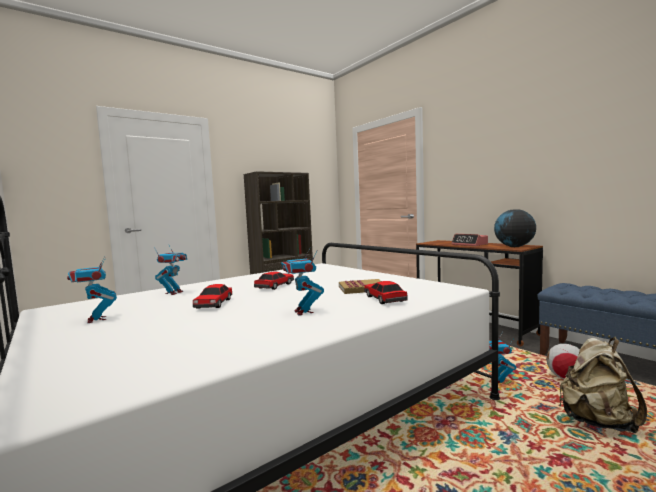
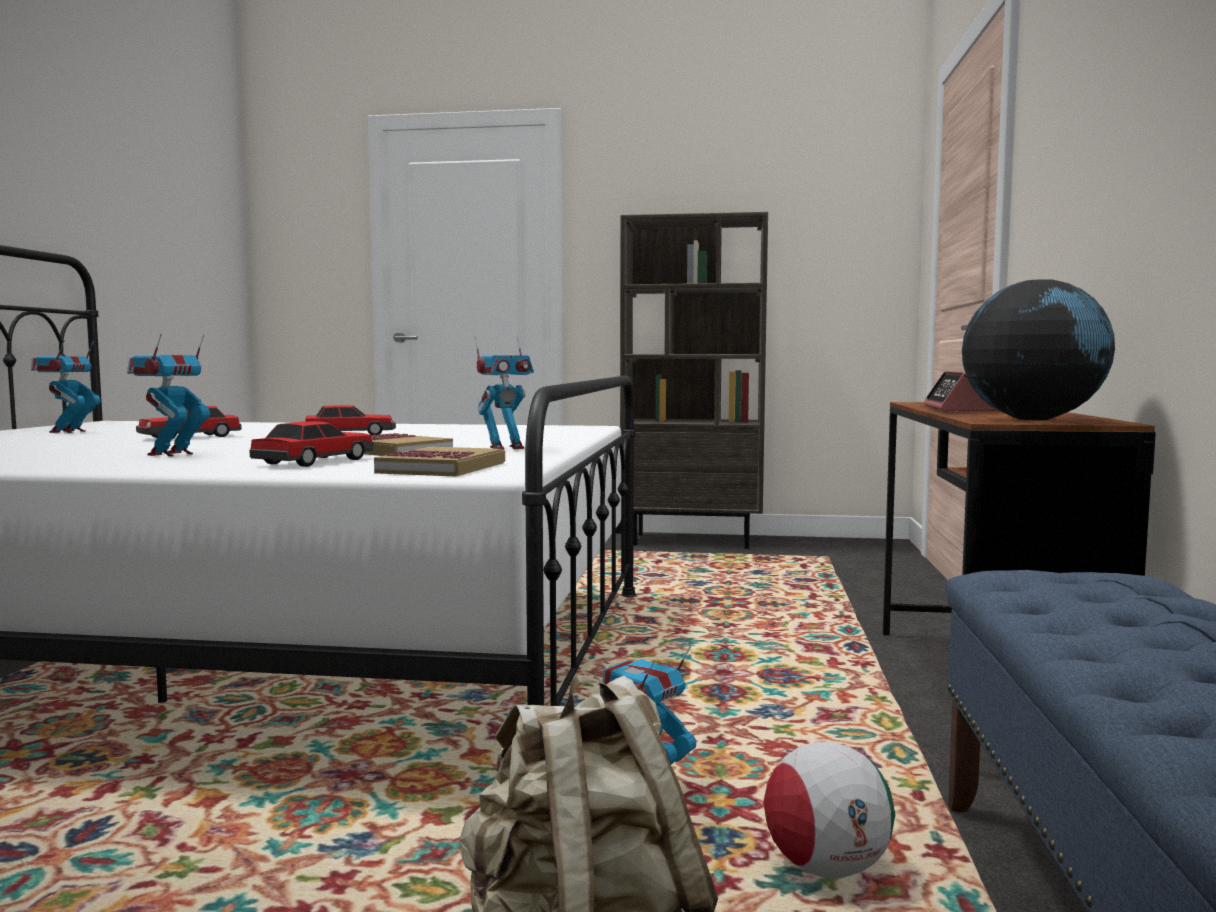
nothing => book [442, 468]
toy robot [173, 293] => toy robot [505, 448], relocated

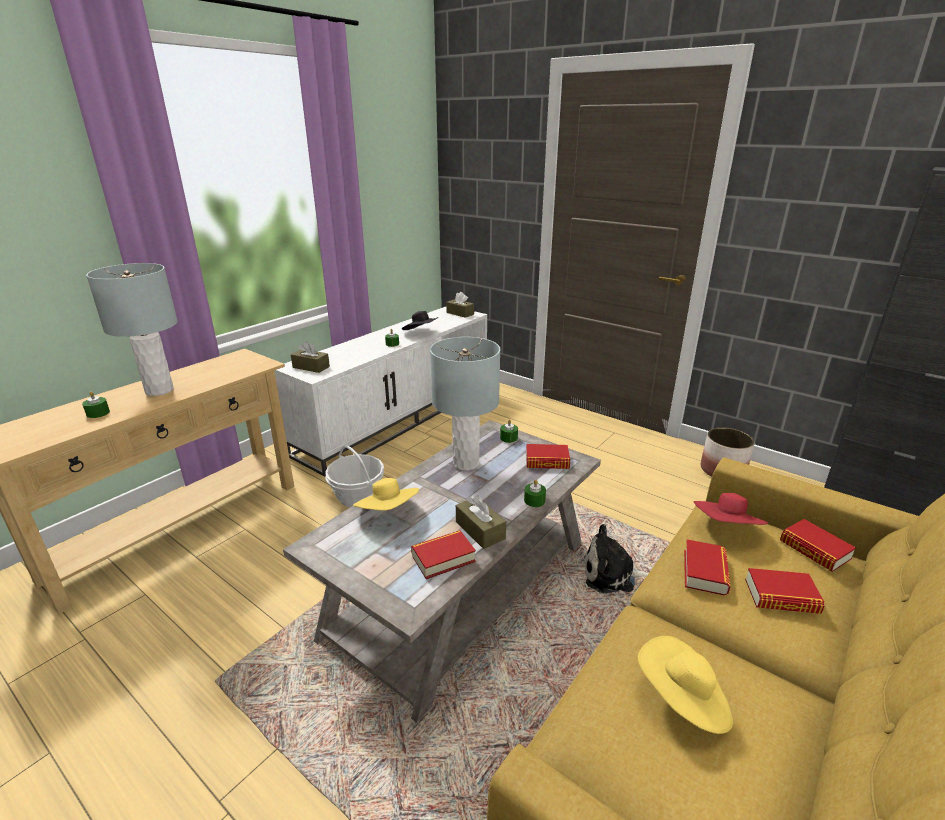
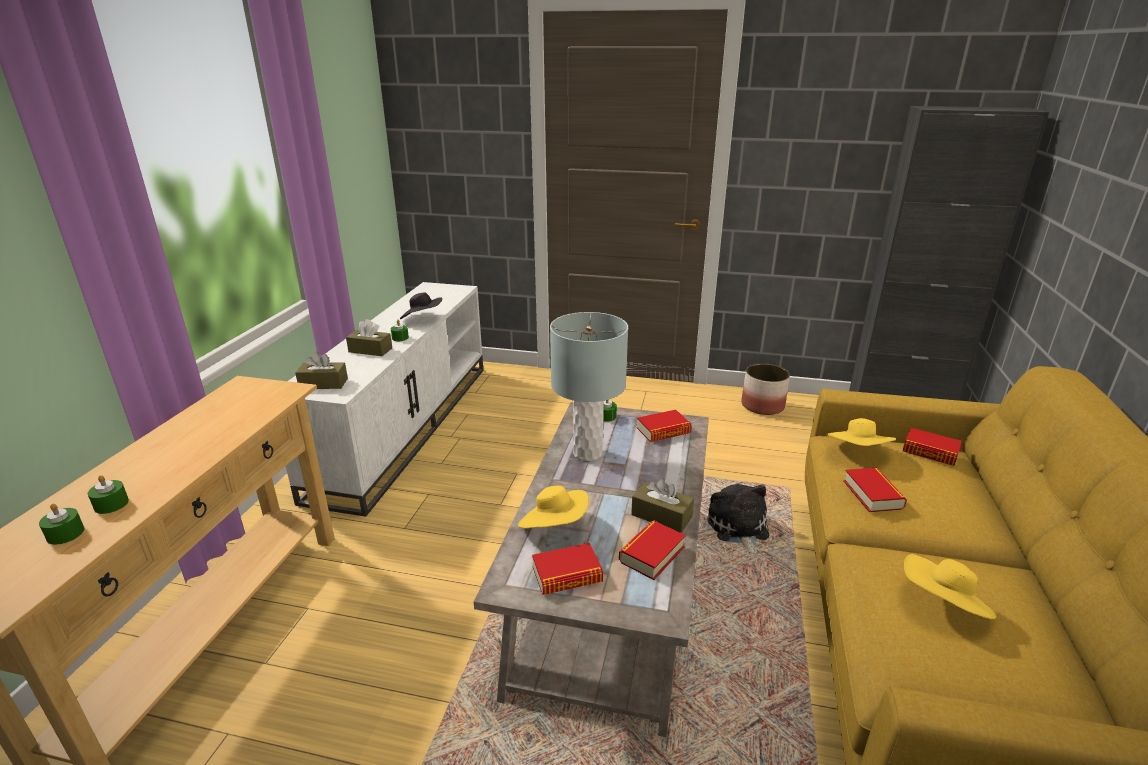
candle/green [534, 500] => candle/green [65, 534], relocated
tissue box/brown [460, 313] => tissue box/brown [370, 350], relocated
book [781, 597] => book [567, 575], relocated
plush toy [612, 574] => plush toy [738, 529], 105 degrees clockwise
hat/red [726, 528] => hat/yellow [857, 452]
table lamp/grey [159, 390] => nothing
basket [357, 496] => nothing

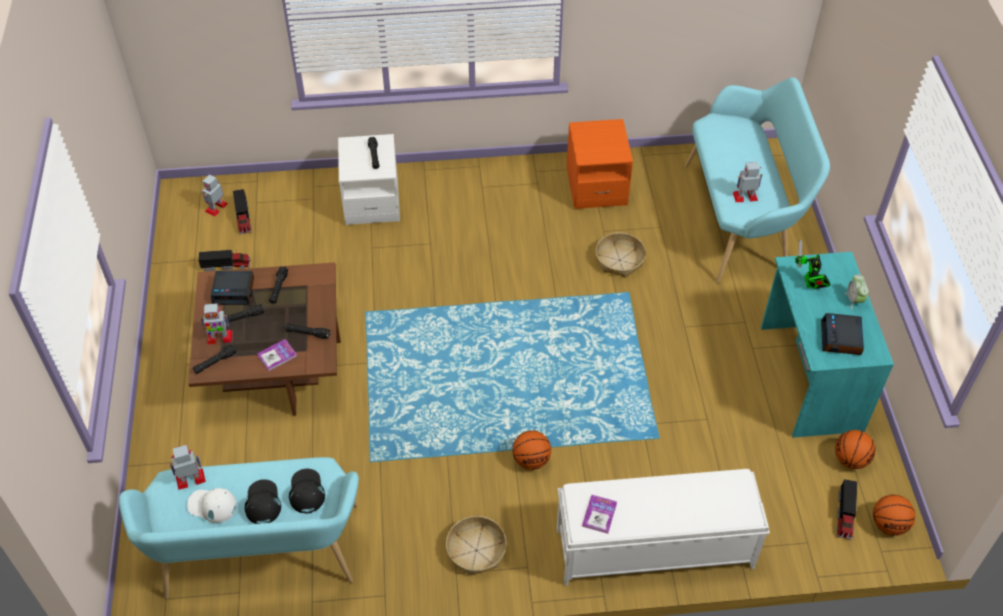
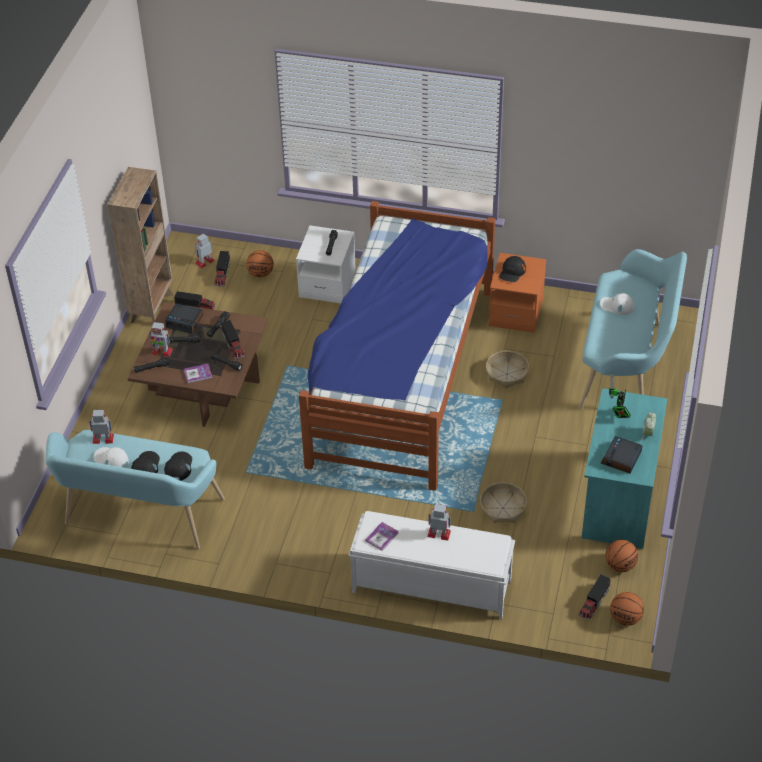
nothing => bookcase/brown [152, 307]
nothing => toy truck [233, 345]
basketball [531, 460] => basketball [260, 274], relocated
nothing => bed [401, 375]
toy robot [745, 196] => toy robot [439, 533], relocated
basket [476, 550] => basket [503, 508], relocated
nothing => cap/black [512, 272]
nothing => cap/white [617, 306]

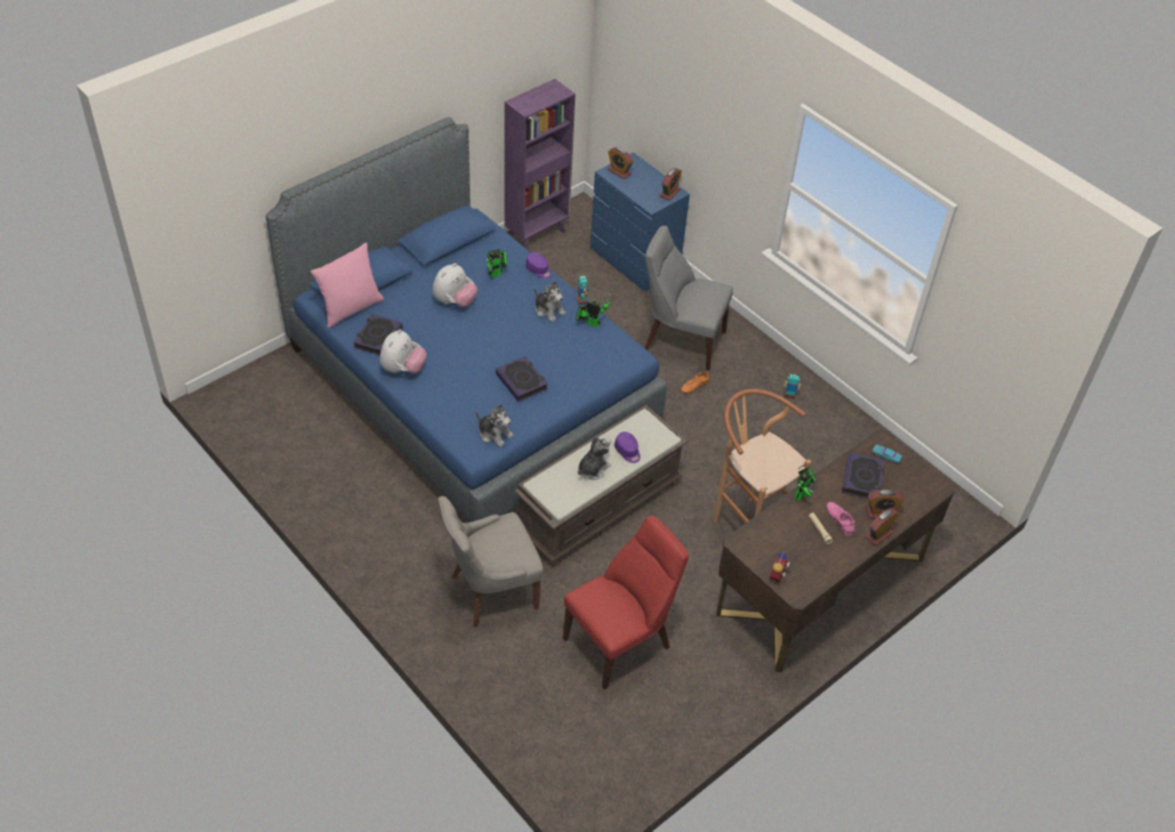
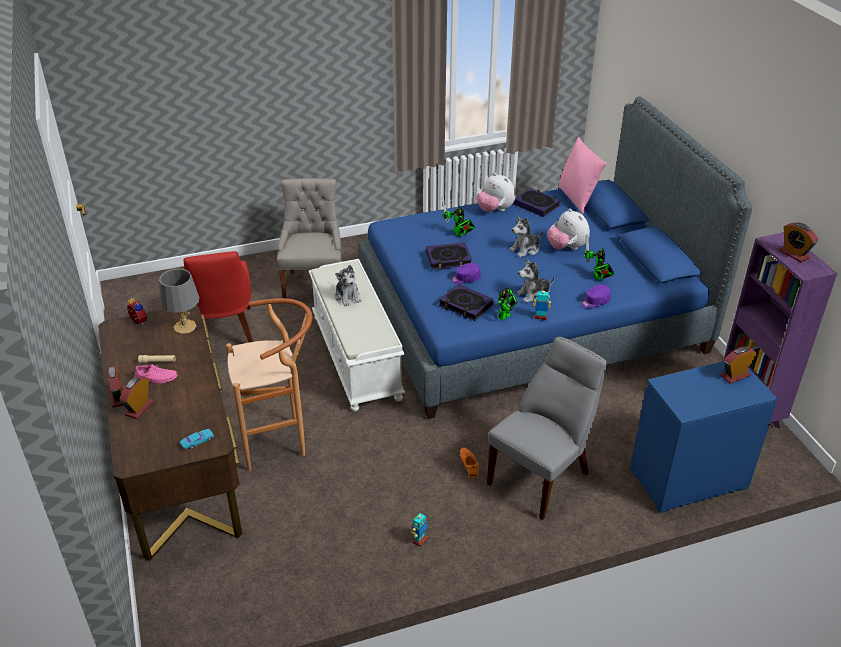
nothing => table lamp/grey [185, 326]
bench/brown [599, 506] => bench/white [357, 357]
book [862, 479] => book [465, 305], relocated
toy robot [802, 494] => toy robot [459, 234], relocated
cap/purple [628, 451] => cap/purple [465, 279], relocated
plush toy [494, 434] => plush toy [525, 249], relocated
alarm clock [669, 193] => alarm clock [794, 254], relocated

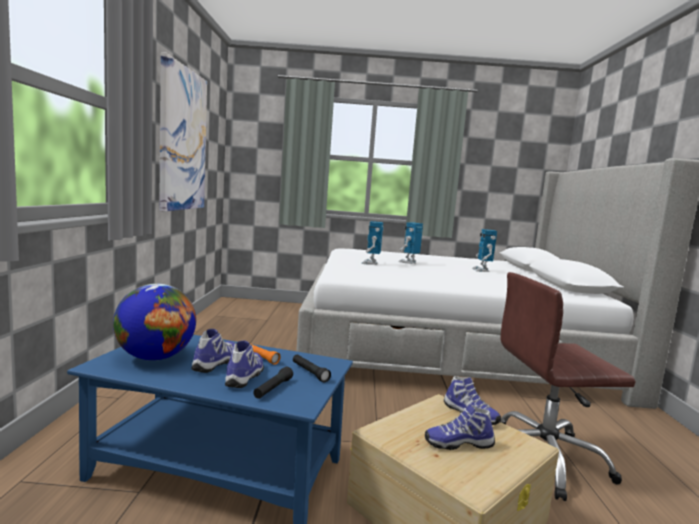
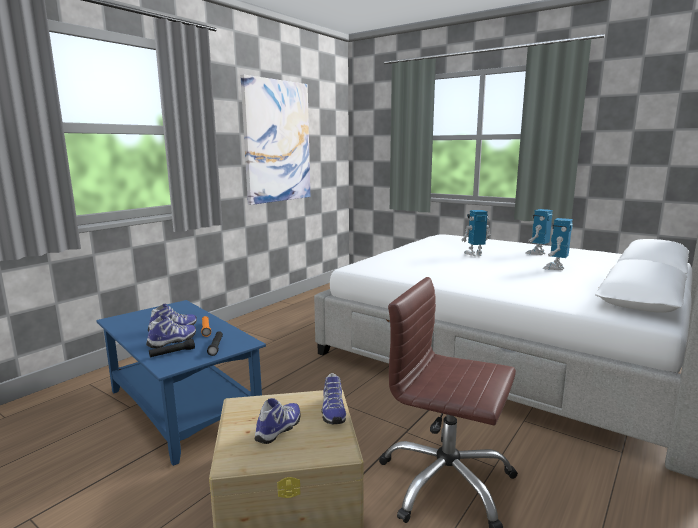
shoe [458, 443] => shoe [280, 429], 90 degrees clockwise
toy robot [371, 263] => toy robot [537, 253], relocated
globe [155, 357] => nothing

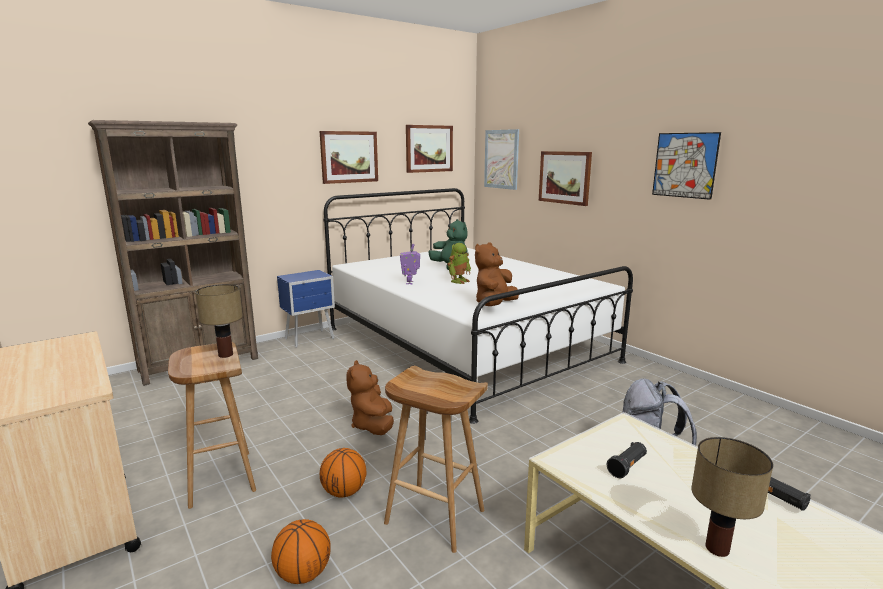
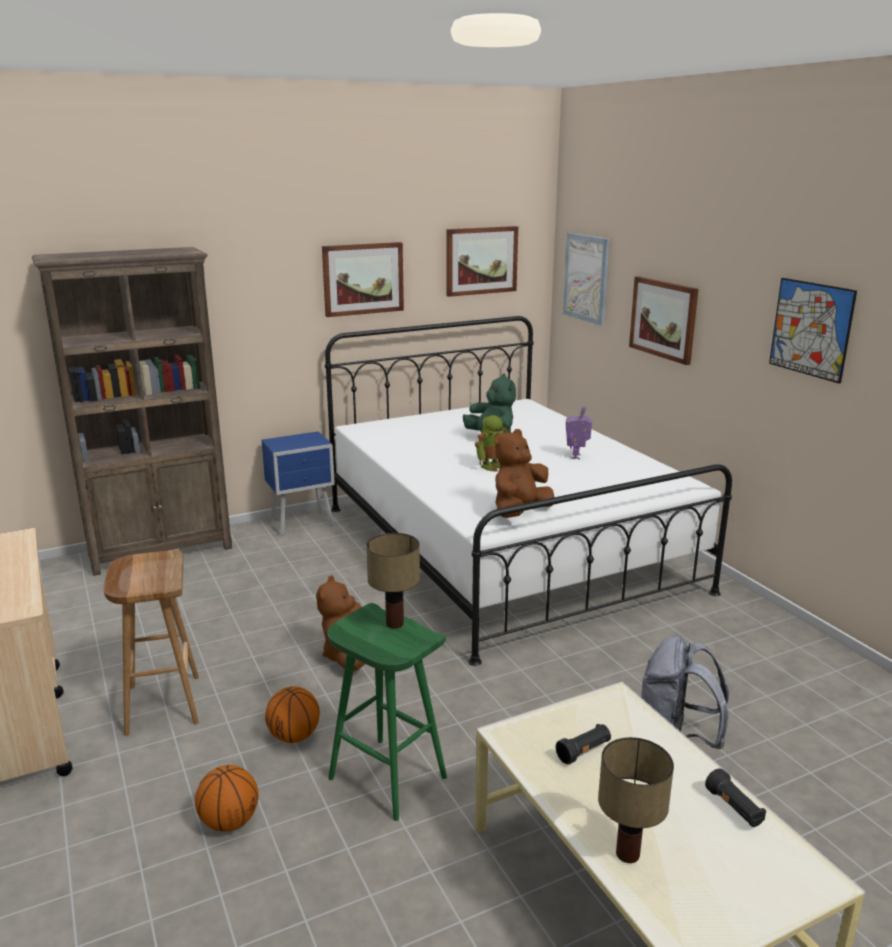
stool/brown [433, 517] => stool/green [385, 777]
table lamp [225, 355] => table lamp [393, 623], relocated
toy robot [410, 283] => toy robot [576, 456], relocated

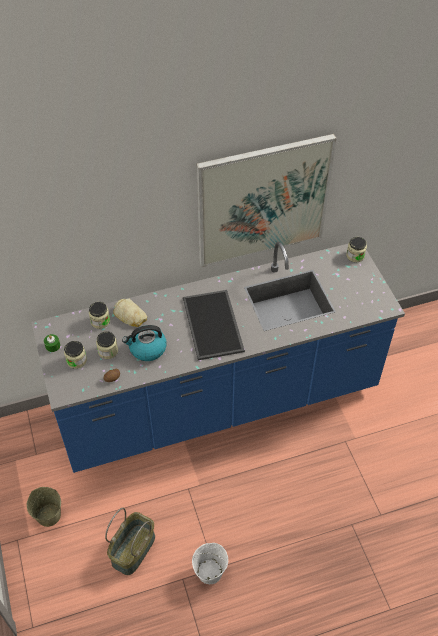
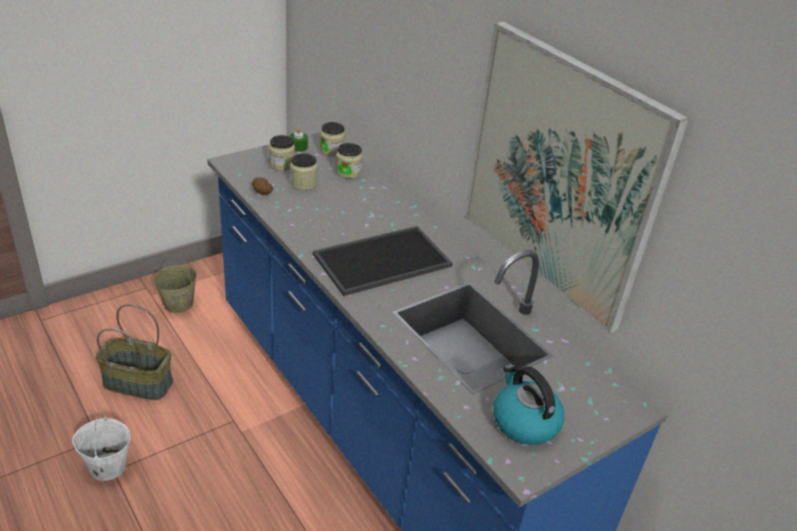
jar [355, 256] => jar [332, 150], relocated
kettle [147, 349] => kettle [524, 422], relocated
bread [130, 316] => nothing

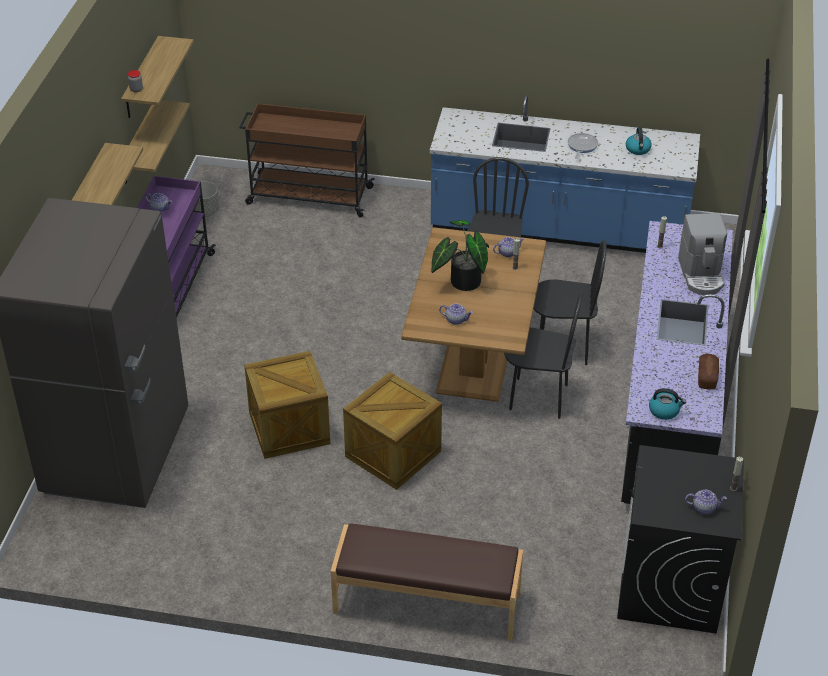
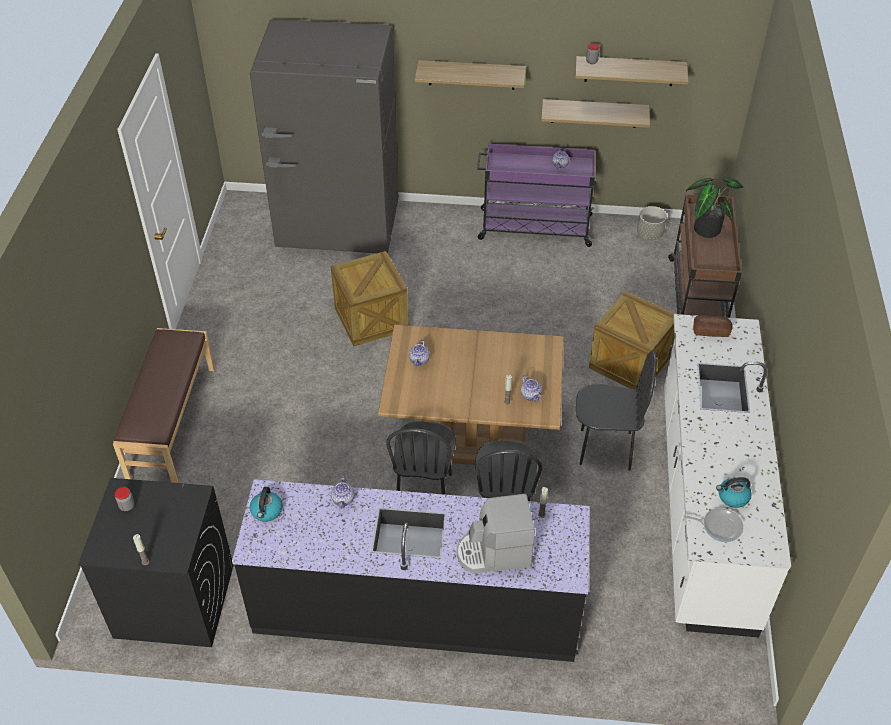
nothing => jar [127, 506]
teapot [704, 508] => teapot [343, 499], relocated
crate [393, 454] => crate [629, 363], relocated
counter/blue [558, 229] => counter/white [704, 505]
frying pan [581, 146] => frying pan [719, 526], relocated
potted plant [461, 281] => potted plant [706, 227], relocated
bread [707, 377] => bread [711, 331], relocated

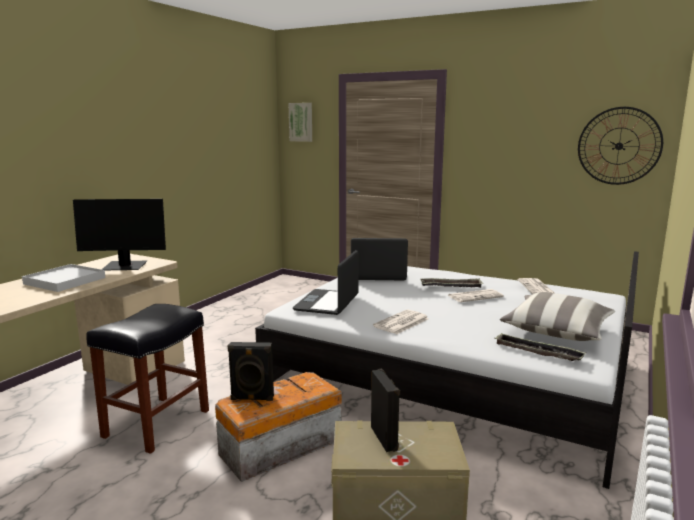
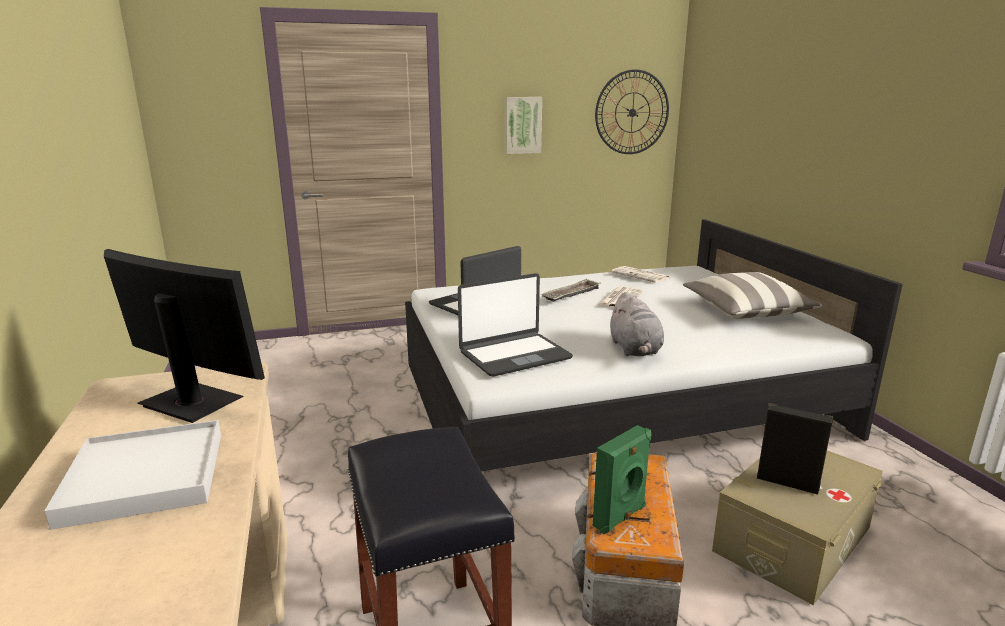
monitor [125, 266] => monitor [191, 402], 105 degrees counterclockwise
laptop [327, 303] => laptop [514, 355], 90 degrees counterclockwise
picture [301, 122] => picture [522, 125], relocated
speaker/black [252, 398] => speaker/green [620, 517]
newspaper [401, 323] => plush toy/grey [635, 349]
tray [537, 352] => nothing

